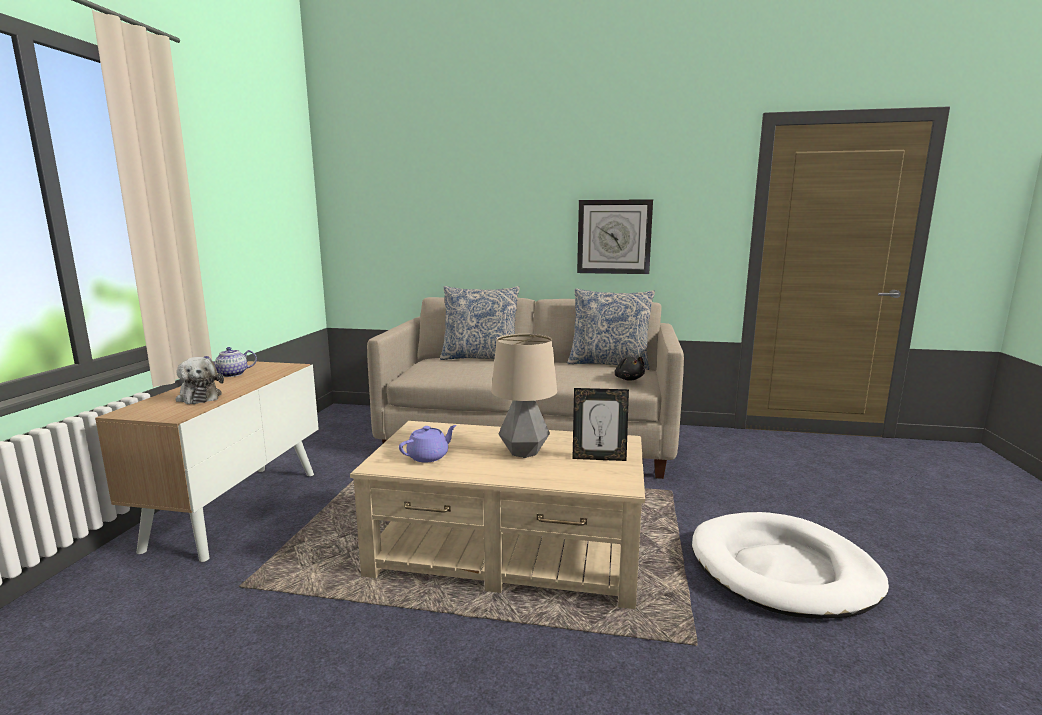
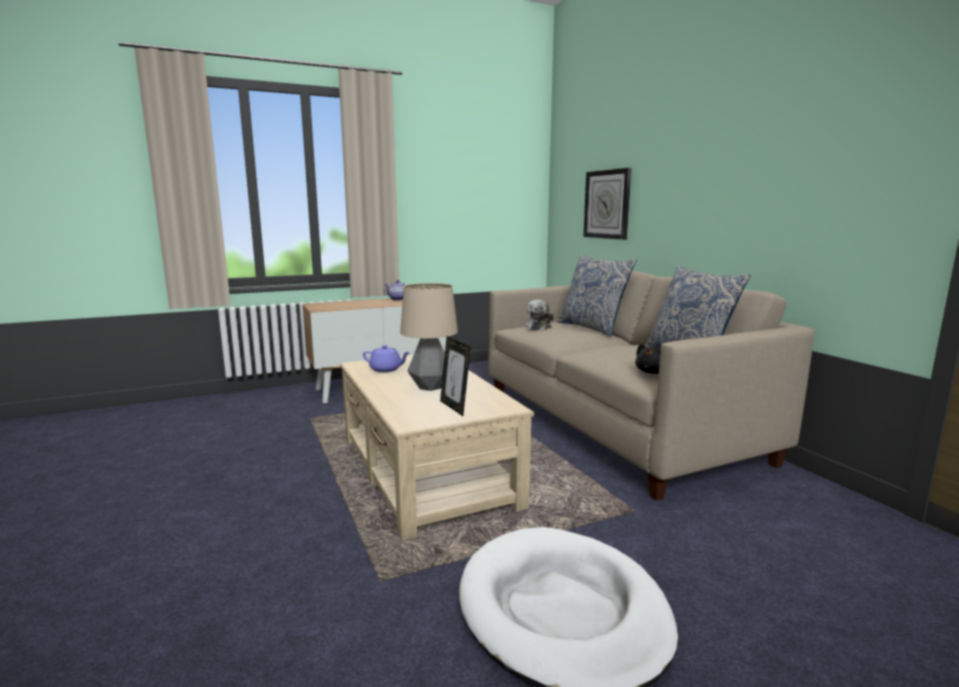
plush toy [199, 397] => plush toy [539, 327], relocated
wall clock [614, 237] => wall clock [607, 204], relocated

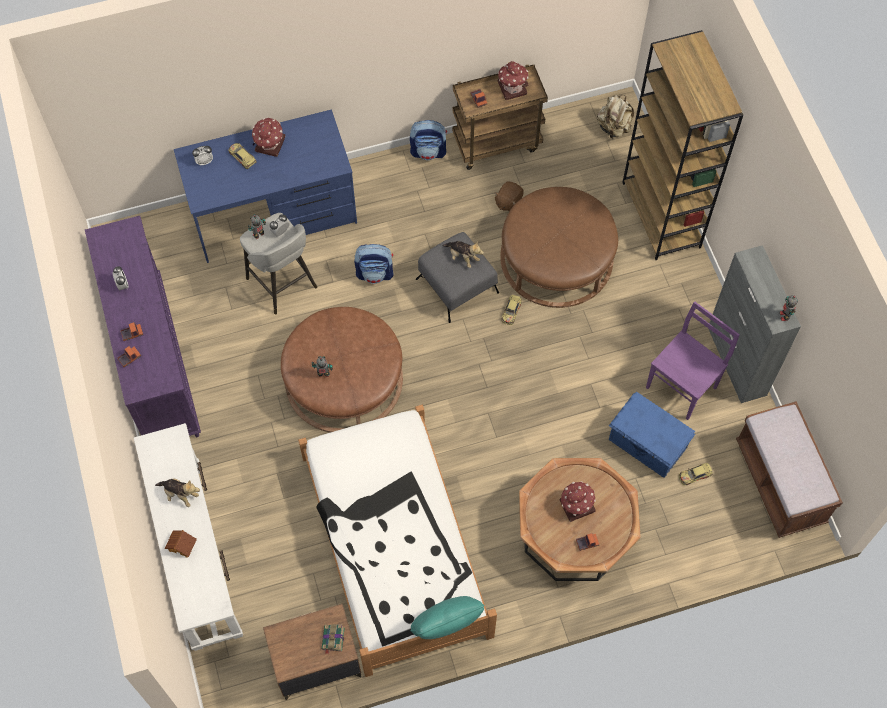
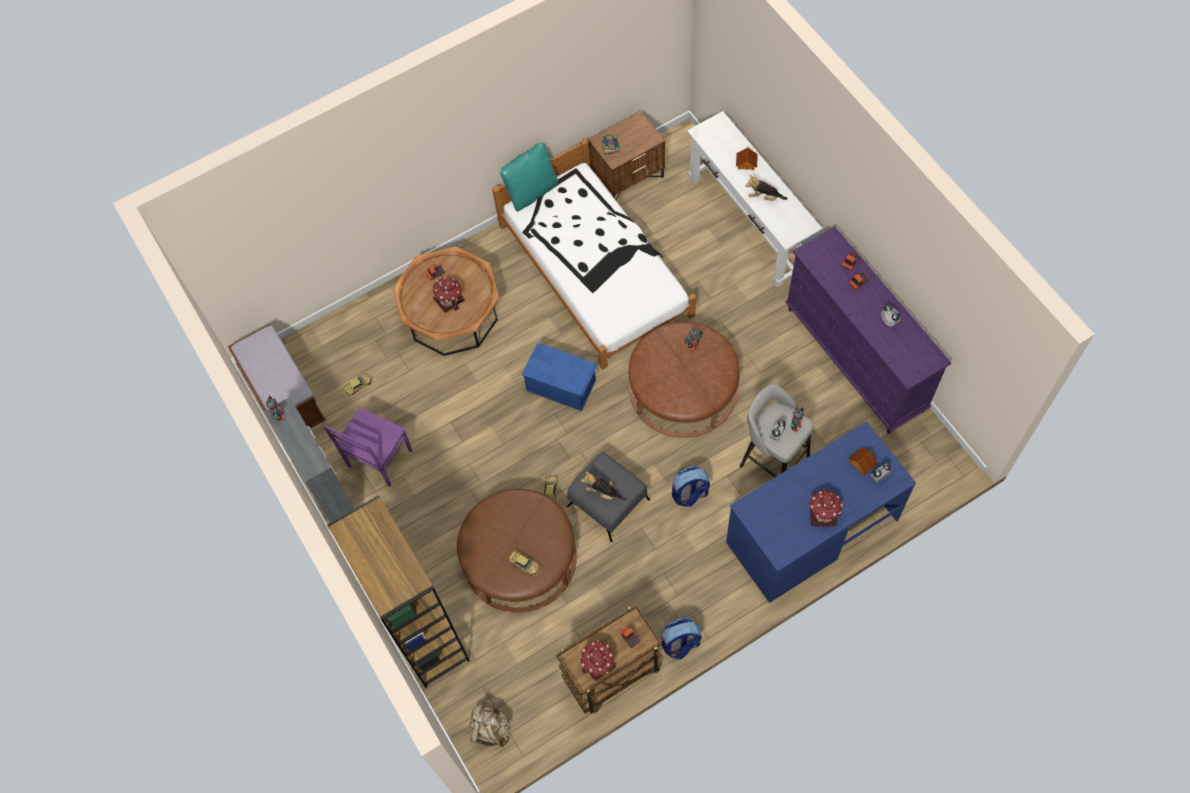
toy car [242, 157] => toy car [525, 564], relocated
storage box/blue [647, 444] => storage box/blue [561, 384], relocated
nothing => toy house [861, 463]
plush toy/brown [508, 202] => nothing

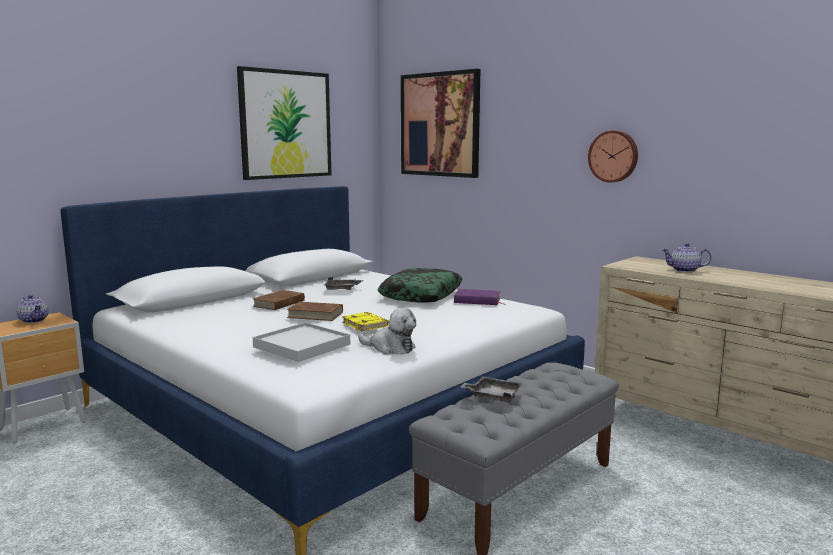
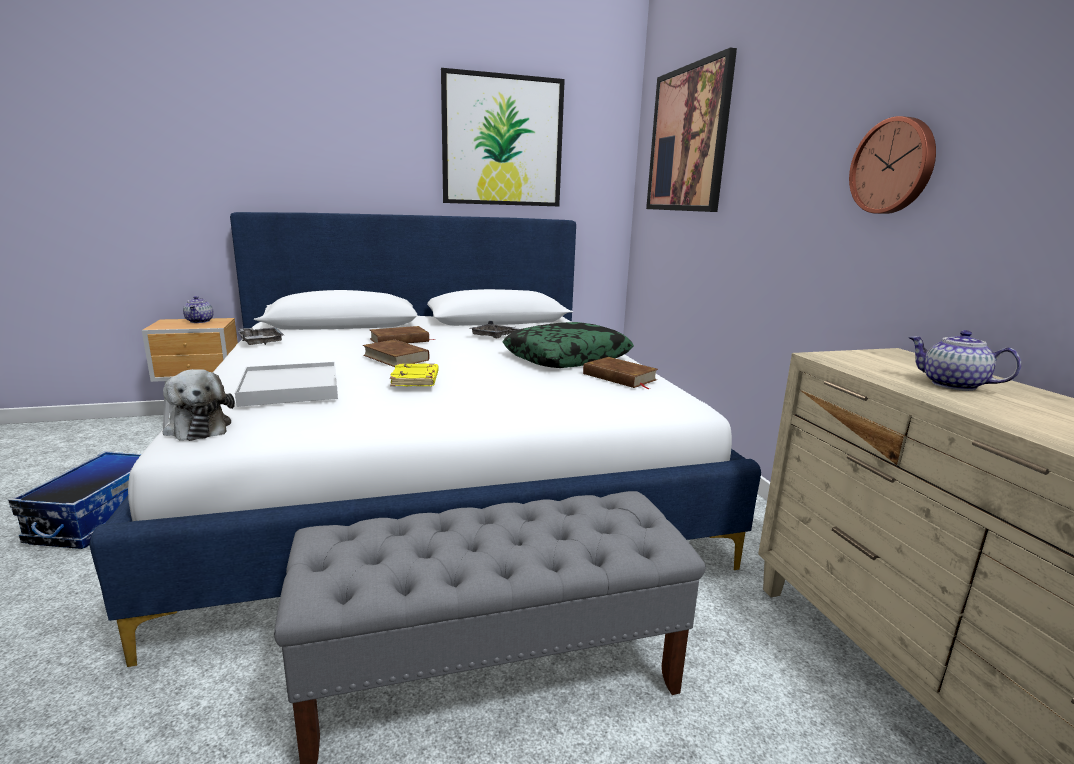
nothing => storage box [99, 517]
plush toy [390, 348] => plush toy [198, 427], relocated
tray/grey [493, 396] => tray/grey [261, 342], relocated
book/purple [477, 301] => book/brown [619, 377]

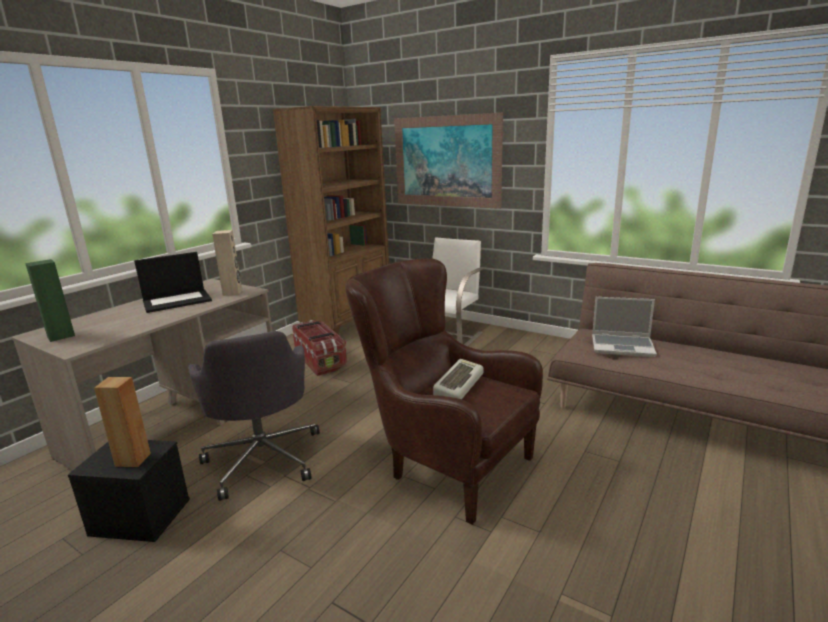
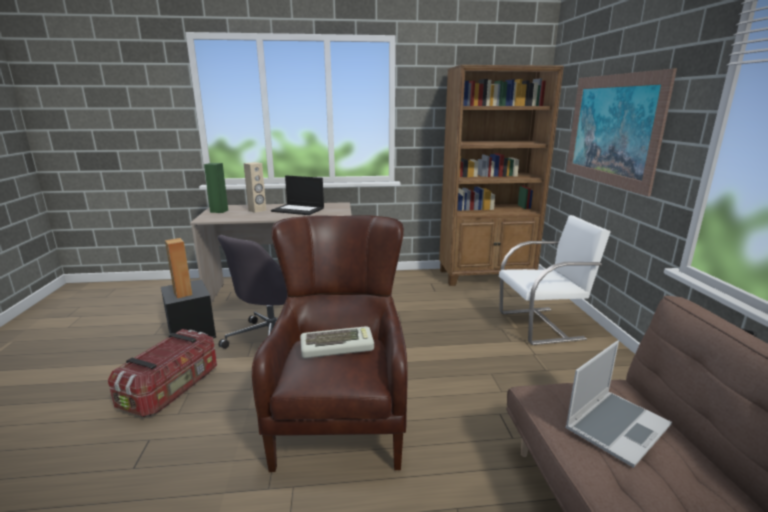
storage box [320, 360] => storage box [173, 388], relocated
speaker/beige [232, 292] => speaker/beige [257, 210], relocated
laptop [623, 346] => laptop [616, 426], 105 degrees counterclockwise

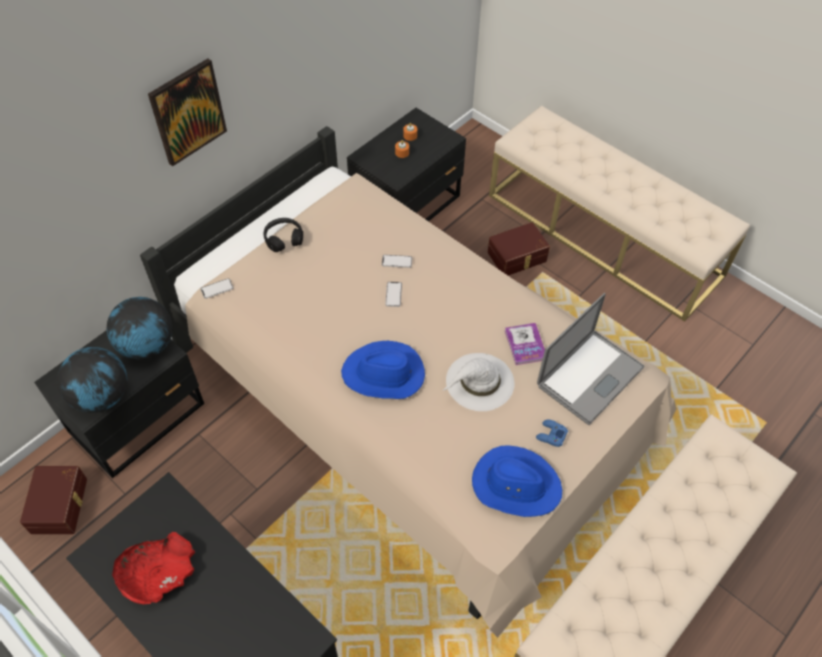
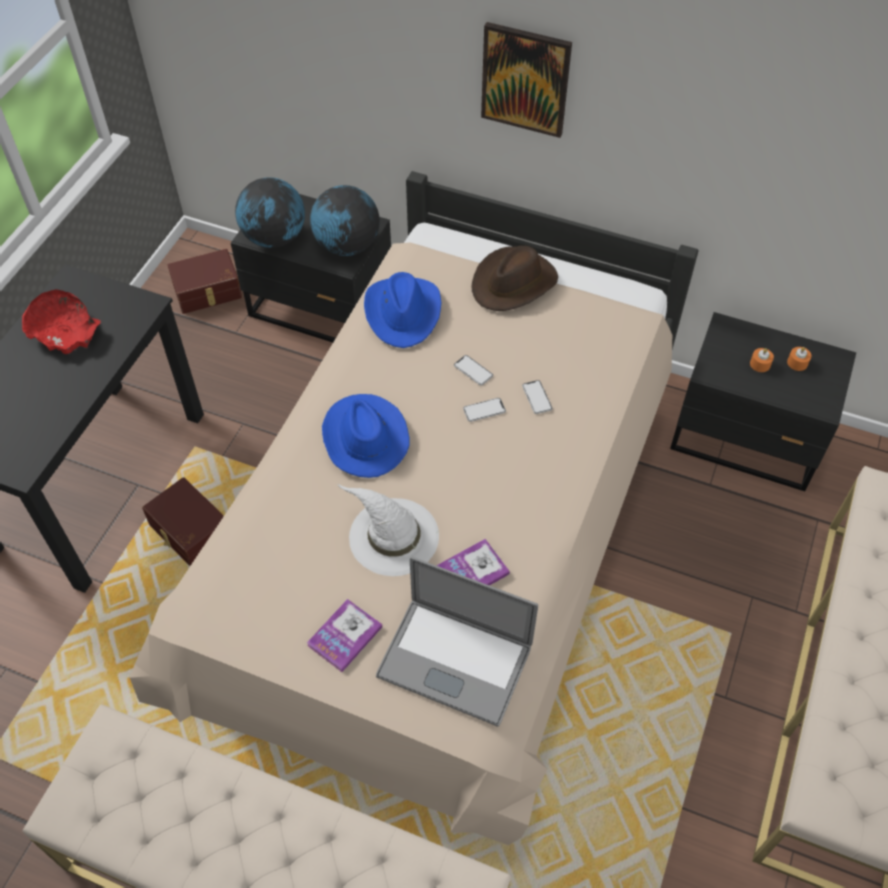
storage box/brown [517, 257] => storage box/brown [189, 532], relocated
game controller/blue [551, 435] => book [345, 636]
hat/blue [515, 484] => hat/blue [403, 313], relocated
phone [217, 289] => phone [473, 371], relocated
headphones/black [284, 239] => hat/brown [514, 283]

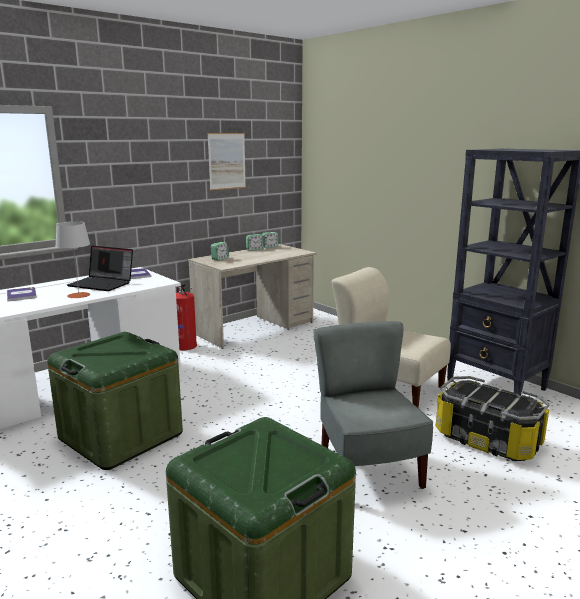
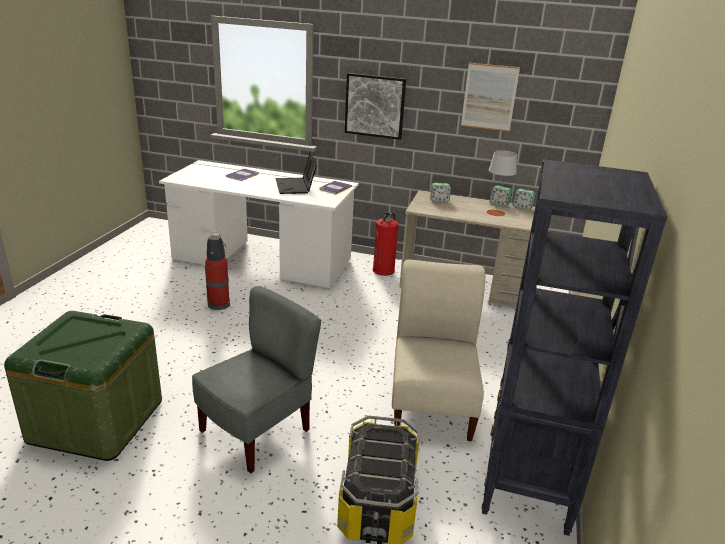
storage box/green [121, 436] => fire extinguisher [219, 304]
nothing => picture [375, 106]
table lamp/grey [78, 295] => table lamp/grey [495, 213], relocated

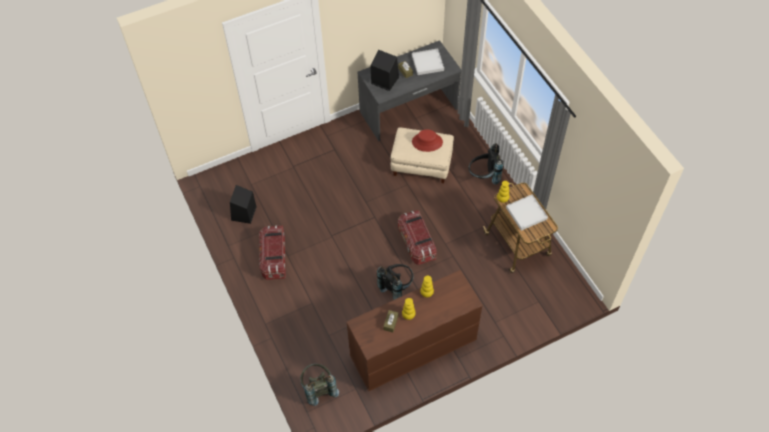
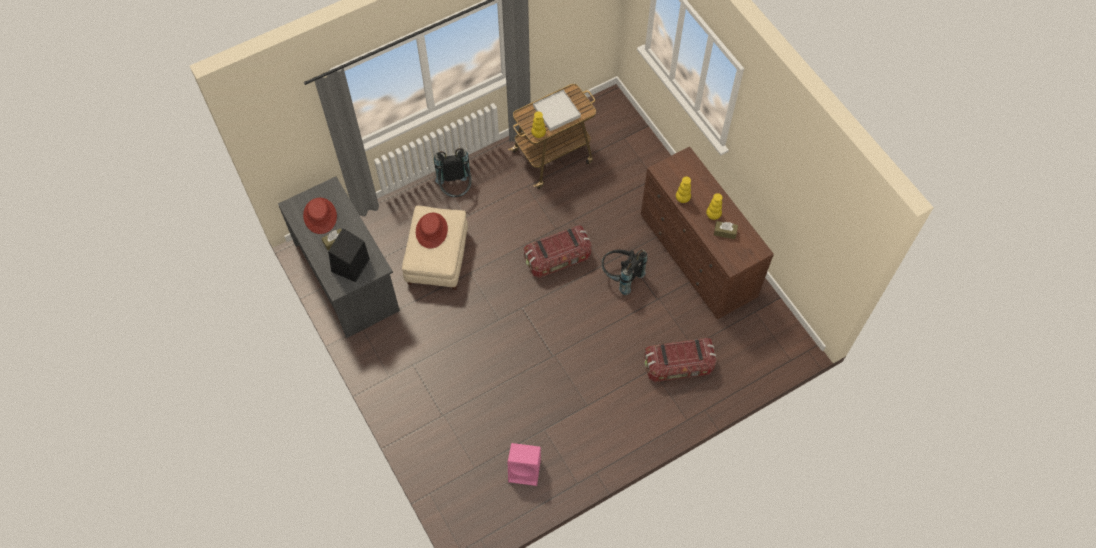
tray/white [427, 63] => hat/red [320, 216]
speaker/black [243, 214] => speaker/pink [525, 470]
storage box [274, 258] => storage box [678, 366], relocated
backpack/grey [318, 388] => nothing

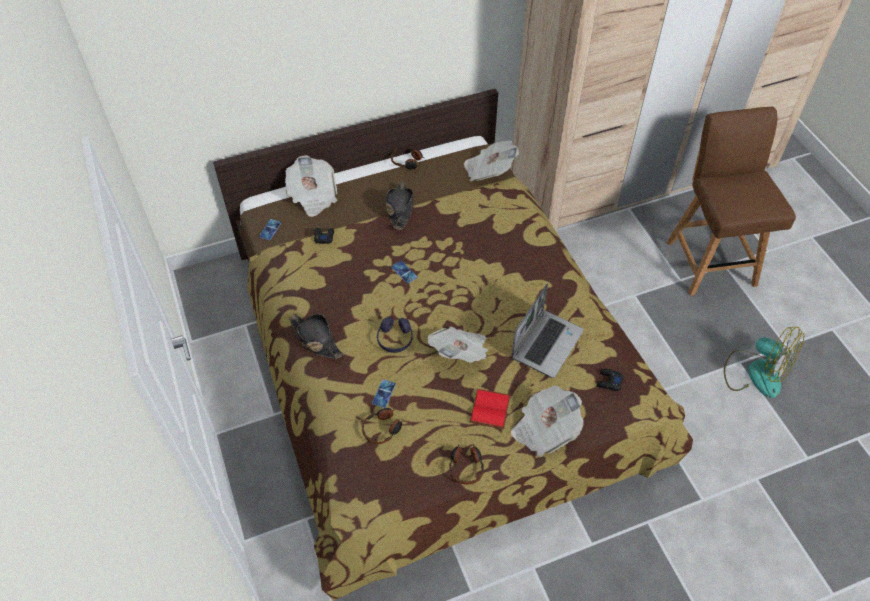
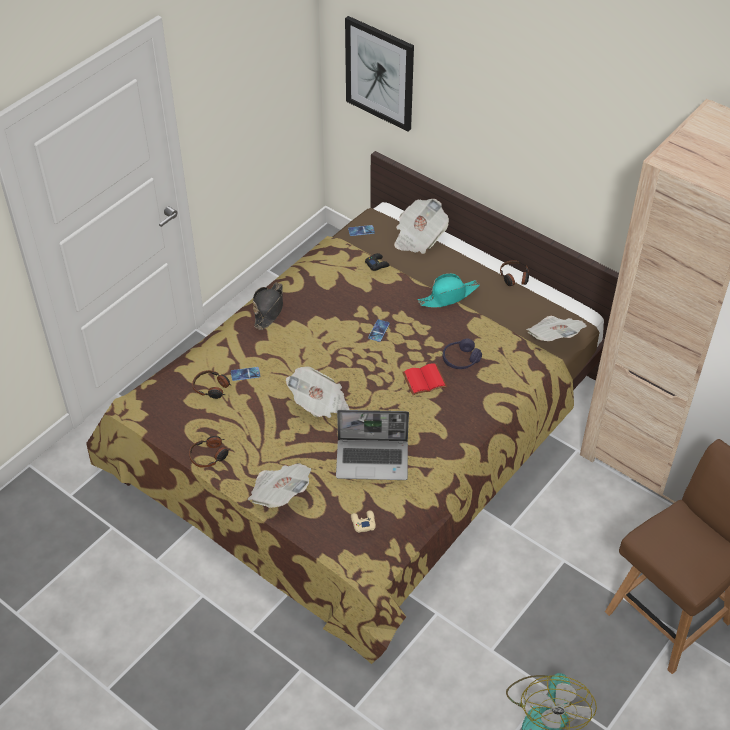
nothing => picture [380, 73]
game controller/black [609, 382] => game controller/beige [363, 523]
book/red [491, 410] => book/red [424, 381], relocated
hat/black [400, 208] => hat/turquoise [448, 296]
headphones/purple [395, 339] => headphones/purple [460, 359], relocated

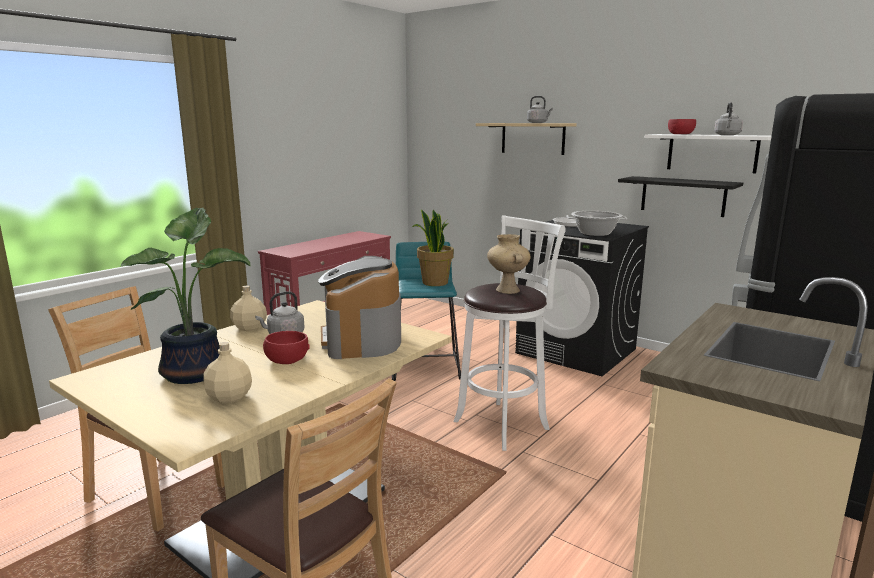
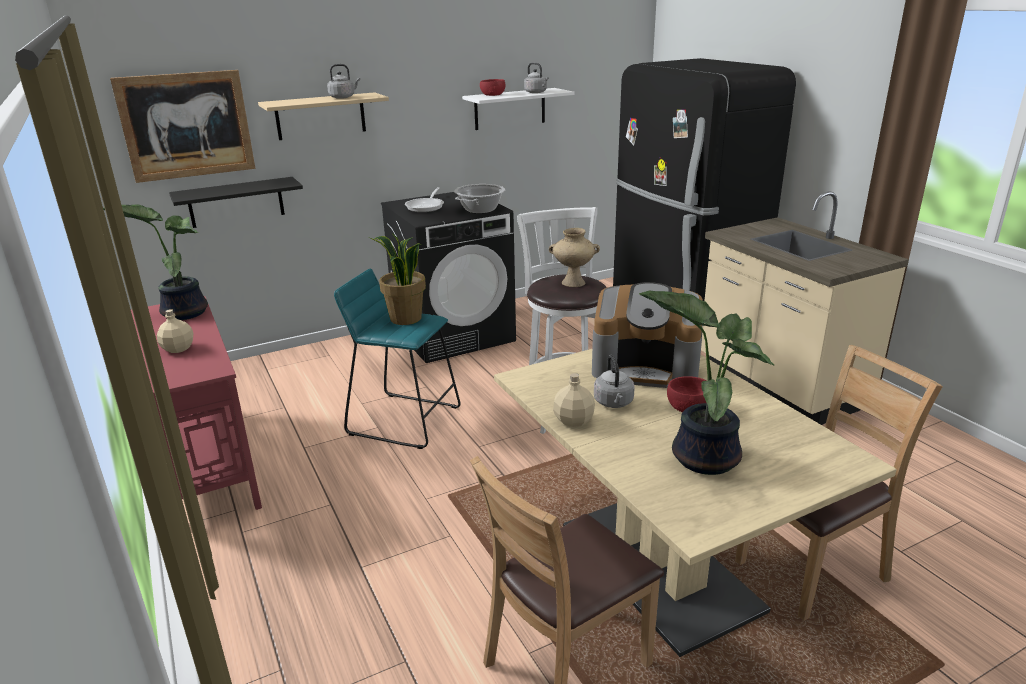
nothing => potted plant [183, 312]
nothing => picture [186, 125]
bottle/beige [228, 397] => bottle/beige [178, 349], relocated
shelf/black [683, 196] => shelf/black [236, 202], relocated

